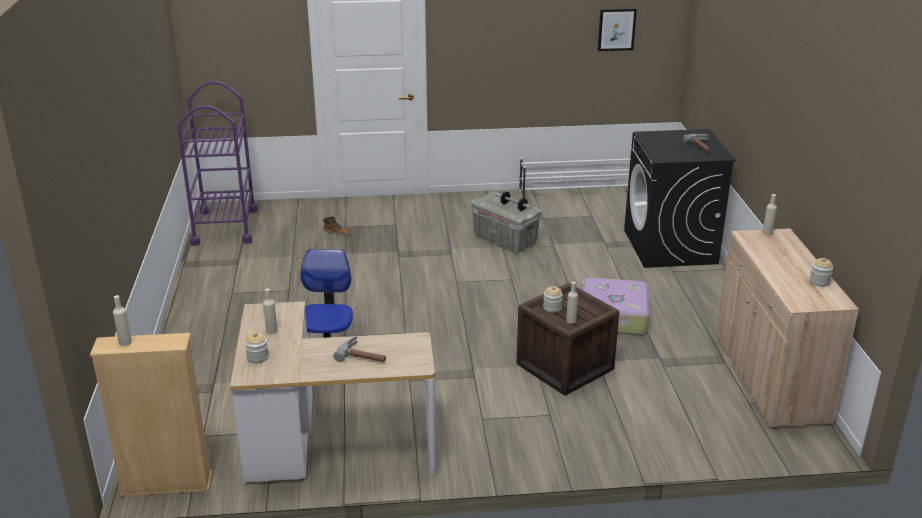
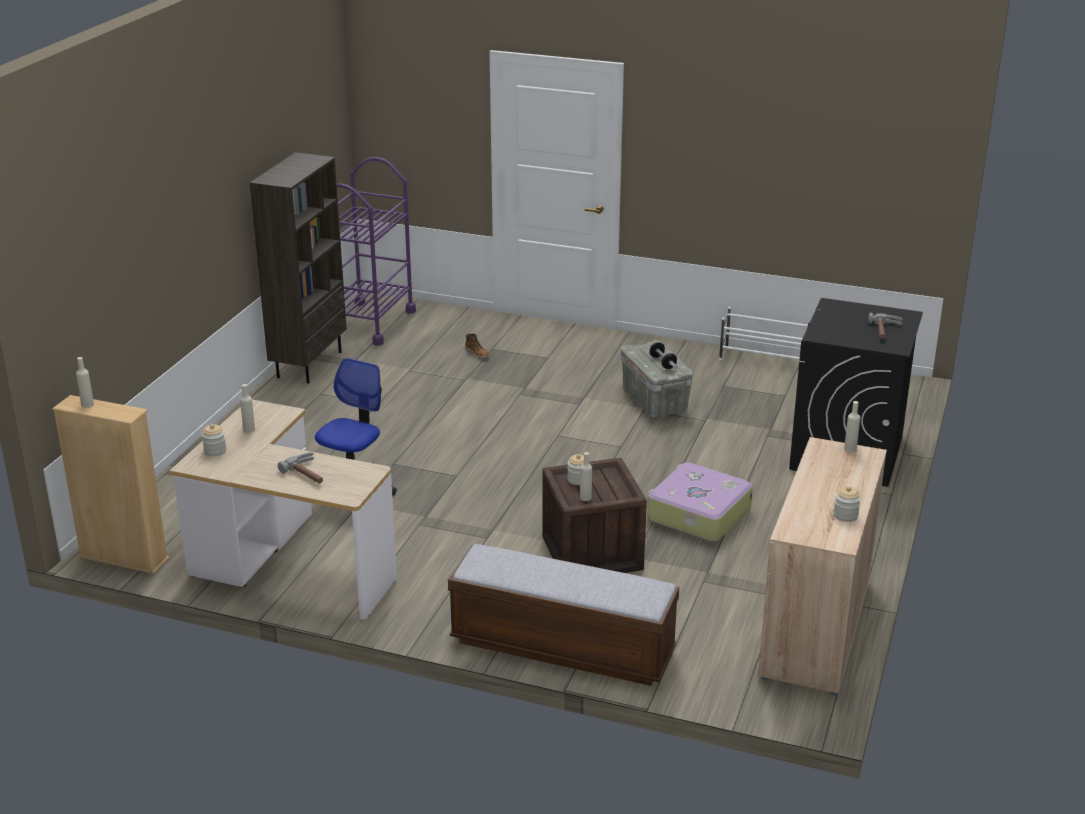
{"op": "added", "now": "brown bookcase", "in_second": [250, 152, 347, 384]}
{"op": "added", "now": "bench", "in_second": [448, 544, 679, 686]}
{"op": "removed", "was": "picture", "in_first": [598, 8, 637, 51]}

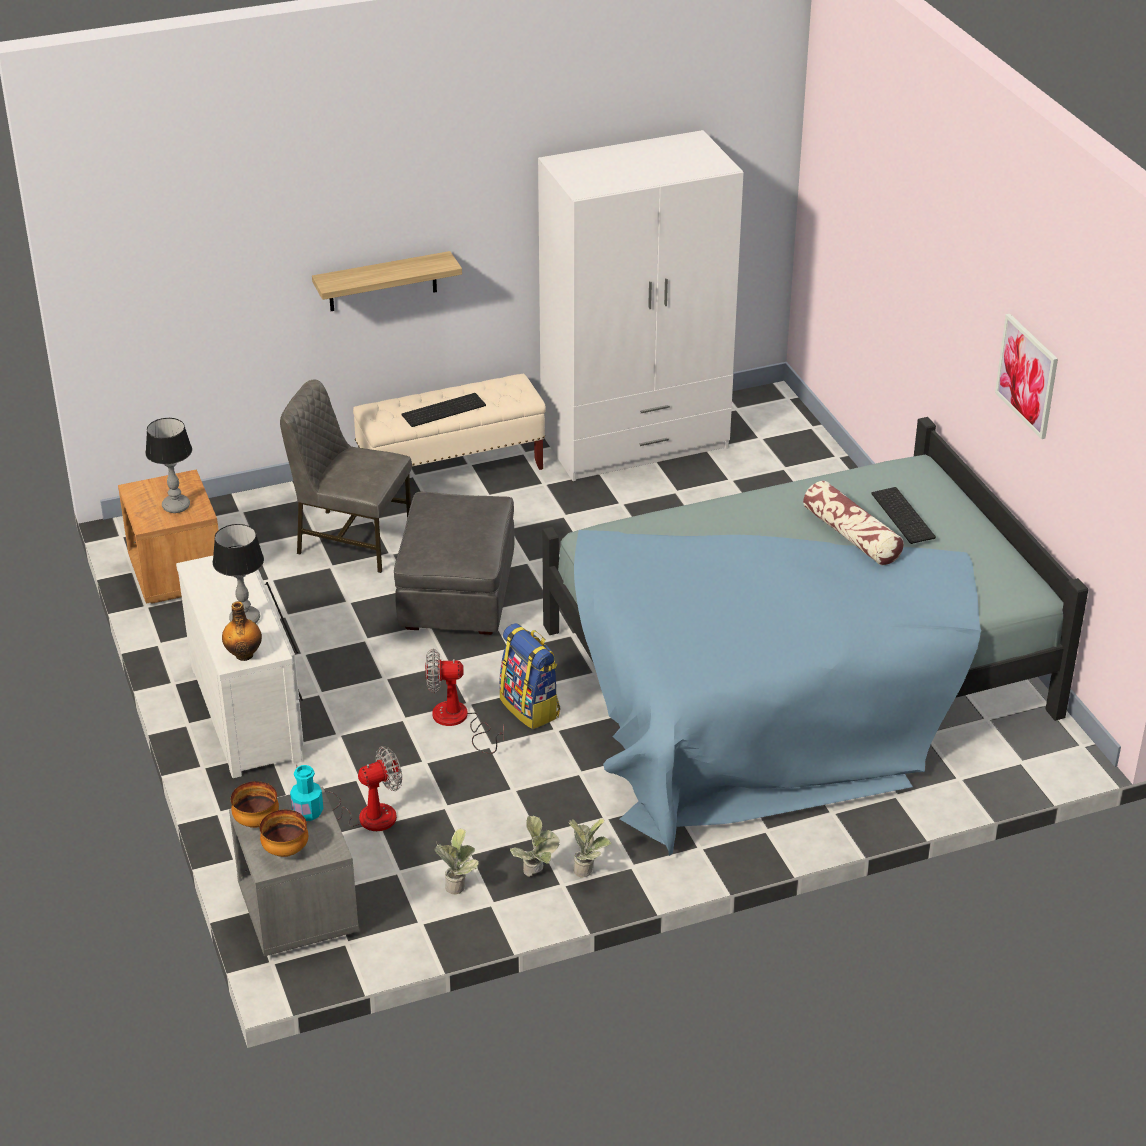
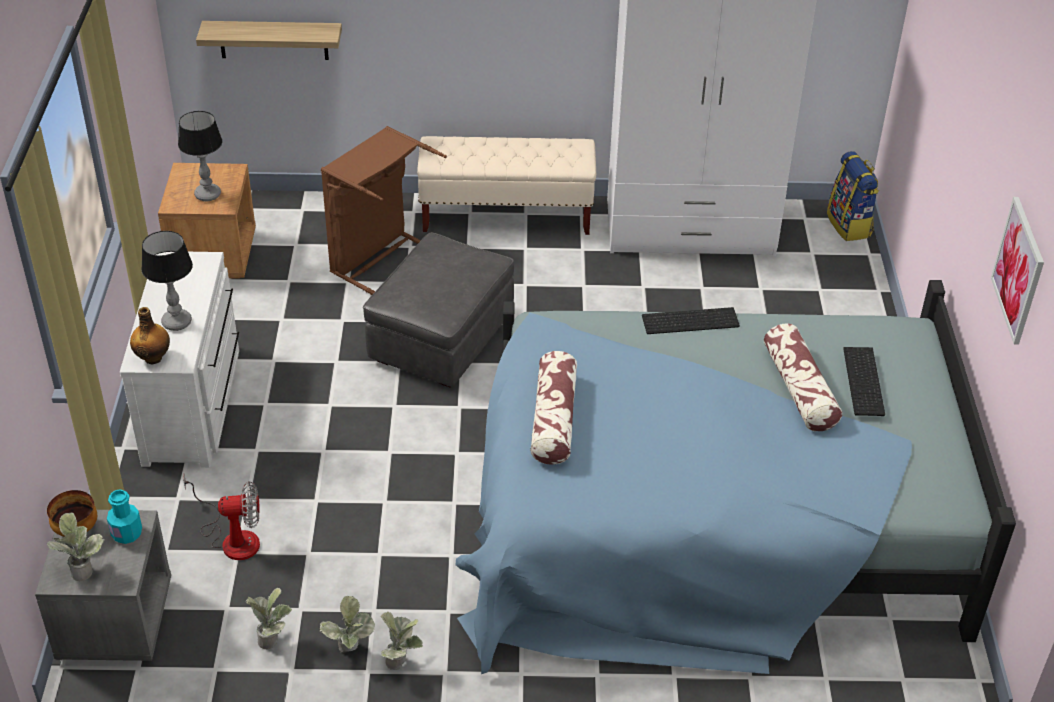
{"op": "replaced", "was": "bowl", "now": "potted plant", "in_first": [260, 810, 308, 857], "in_second": [47, 513, 104, 581]}
{"op": "moved", "was": "shelf", "in_first": [312, 251, 462, 311], "in_second": [196, 21, 342, 60]}
{"op": "replaced", "was": "grey chair", "now": "brown laundry basket", "in_first": [280, 380, 412, 573], "in_second": [321, 126, 447, 295]}
{"op": "added", "now": "pillow", "in_second": [530, 351, 577, 465]}
{"op": "moved", "was": "keyboard", "in_first": [402, 393, 486, 427], "in_second": [642, 307, 740, 334]}
{"op": "moved", "was": "backpack", "in_first": [499, 623, 560, 729], "in_second": [827, 151, 879, 241]}
{"op": "removed", "was": "fan", "in_first": [425, 649, 504, 754]}

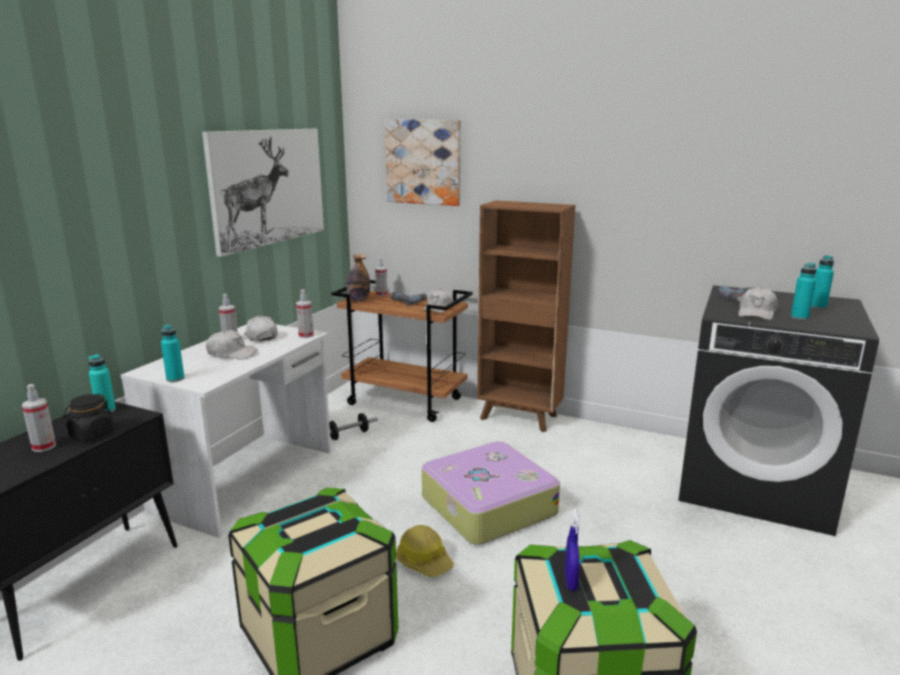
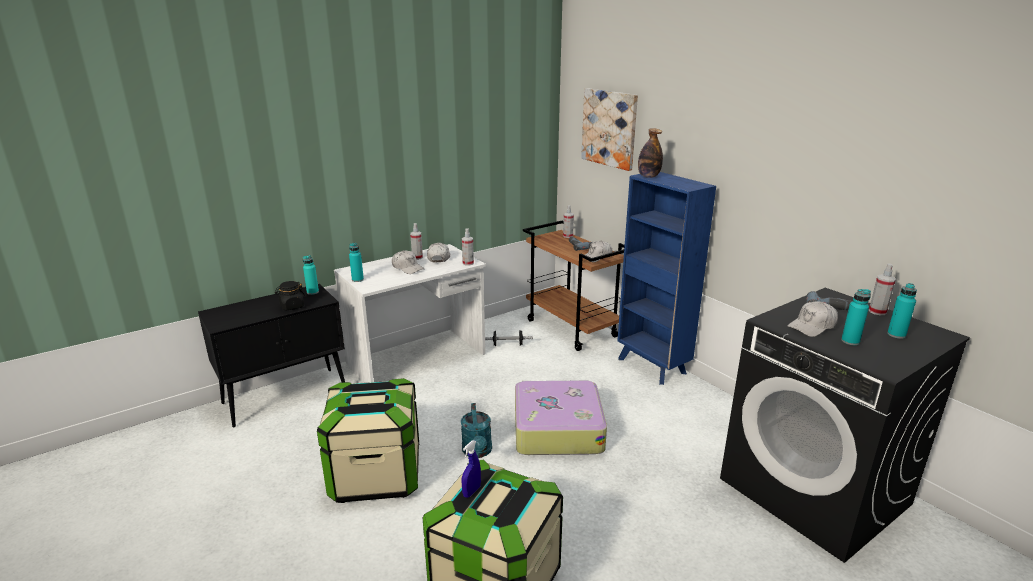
{"op": "replaced", "was": "hard hat", "now": "turquoise watering can", "in_first": [396, 525, 454, 577], "in_second": [461, 403, 492, 458]}
{"op": "recoloured", "was": "brown bookcase", "now": "blue bookcase", "in_first": [477, 200, 575, 432], "in_second": [617, 172, 716, 385]}
{"op": "moved", "was": "bottle", "in_first": [347, 254, 370, 301], "in_second": [638, 128, 663, 178]}
{"op": "moved", "was": "spray bottle", "in_first": [22, 384, 56, 452], "in_second": [869, 263, 896, 315]}
{"op": "removed", "was": "picture", "in_first": [202, 129, 324, 257]}

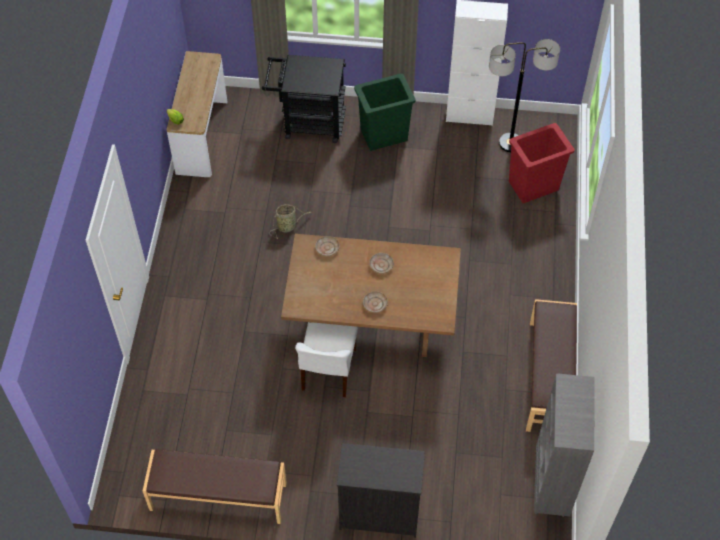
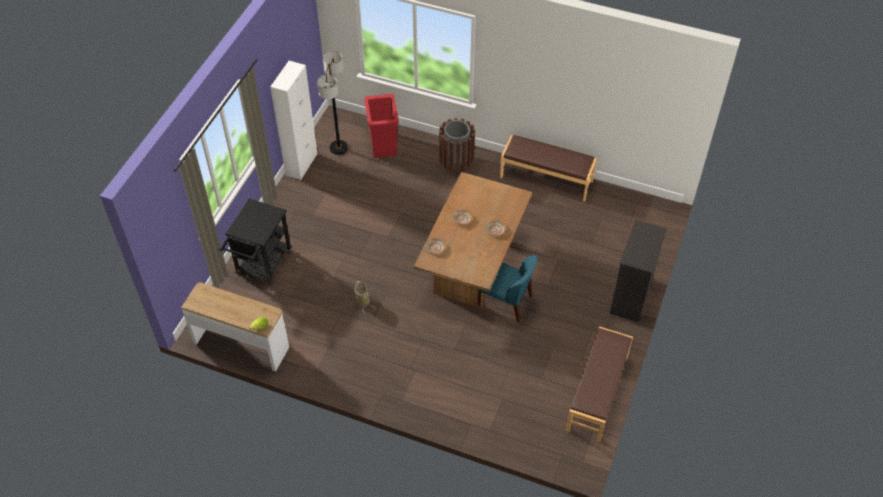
{"op": "added", "now": "brown trash can", "in_second": [439, 118, 475, 173]}
{"op": "recoloured", "was": "white chair", "now": "blue chair", "in_first": [295, 322, 358, 397], "in_second": [478, 255, 538, 322]}
{"op": "removed", "was": "green trash can", "in_first": [354, 74, 416, 151]}
{"op": "removed", "was": "grey bookcase", "in_first": [534, 373, 595, 517]}

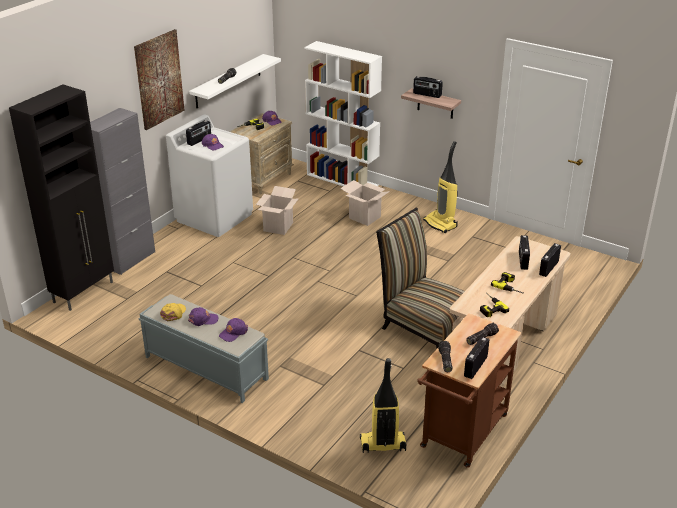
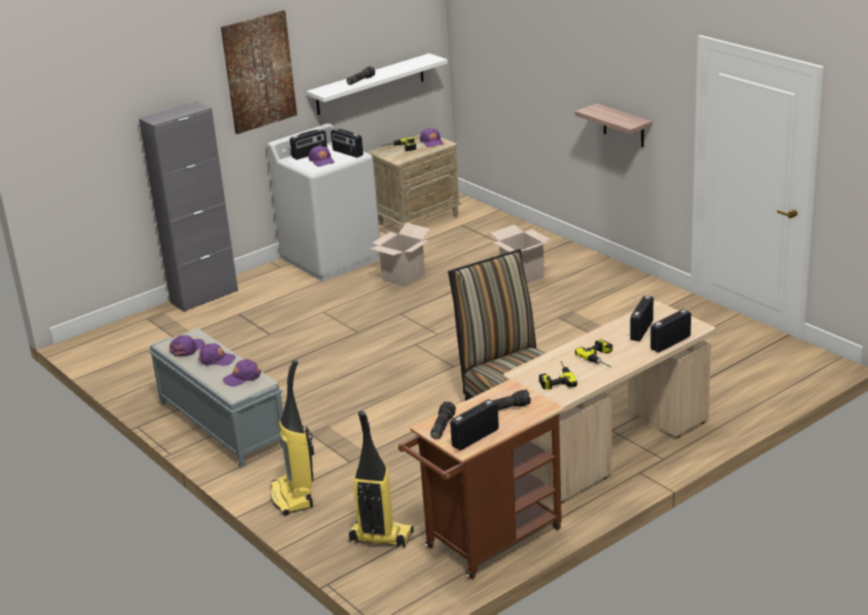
{"op": "recoloured", "was": "yellow cap", "now": "purple cap", "in_first": [160, 303, 186, 322], "in_second": [169, 335, 205, 356]}
{"op": "moved", "was": "vacuum cleaner", "in_first": [423, 141, 458, 233], "in_second": [270, 360, 314, 516]}
{"op": "moved", "was": "radio", "in_first": [413, 76, 443, 98], "in_second": [331, 128, 363, 158]}
{"op": "removed", "was": "black cabinet", "in_first": [9, 85, 114, 311]}
{"op": "removed", "was": "white bookcase", "in_first": [304, 41, 382, 186]}

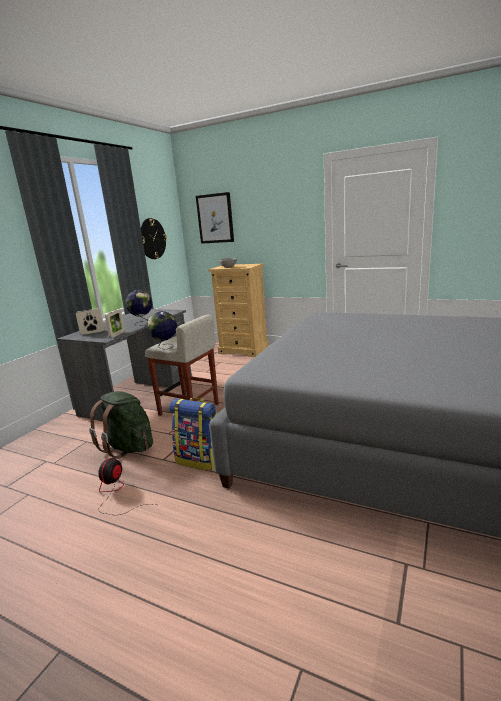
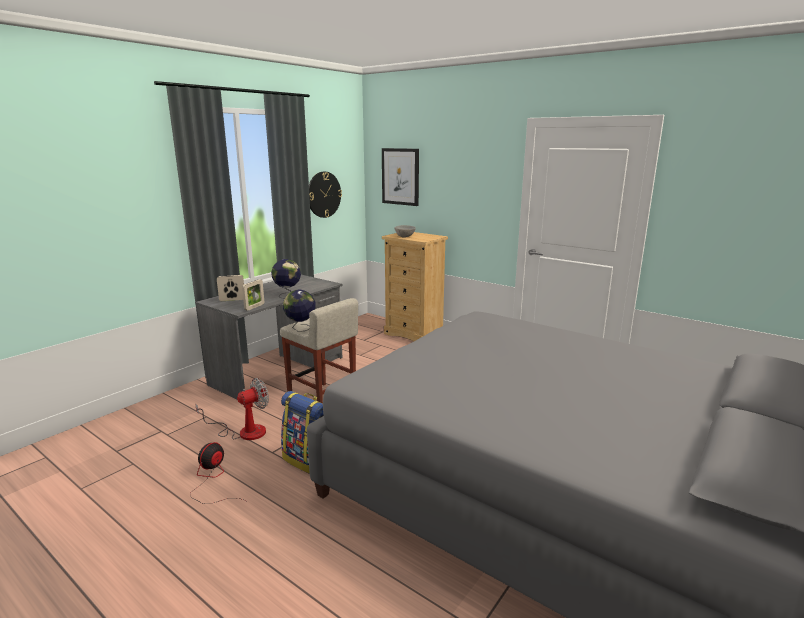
{"op": "replaced", "was": "green backpack", "now": "fan", "in_first": [89, 391, 153, 459], "in_second": [195, 378, 269, 440]}

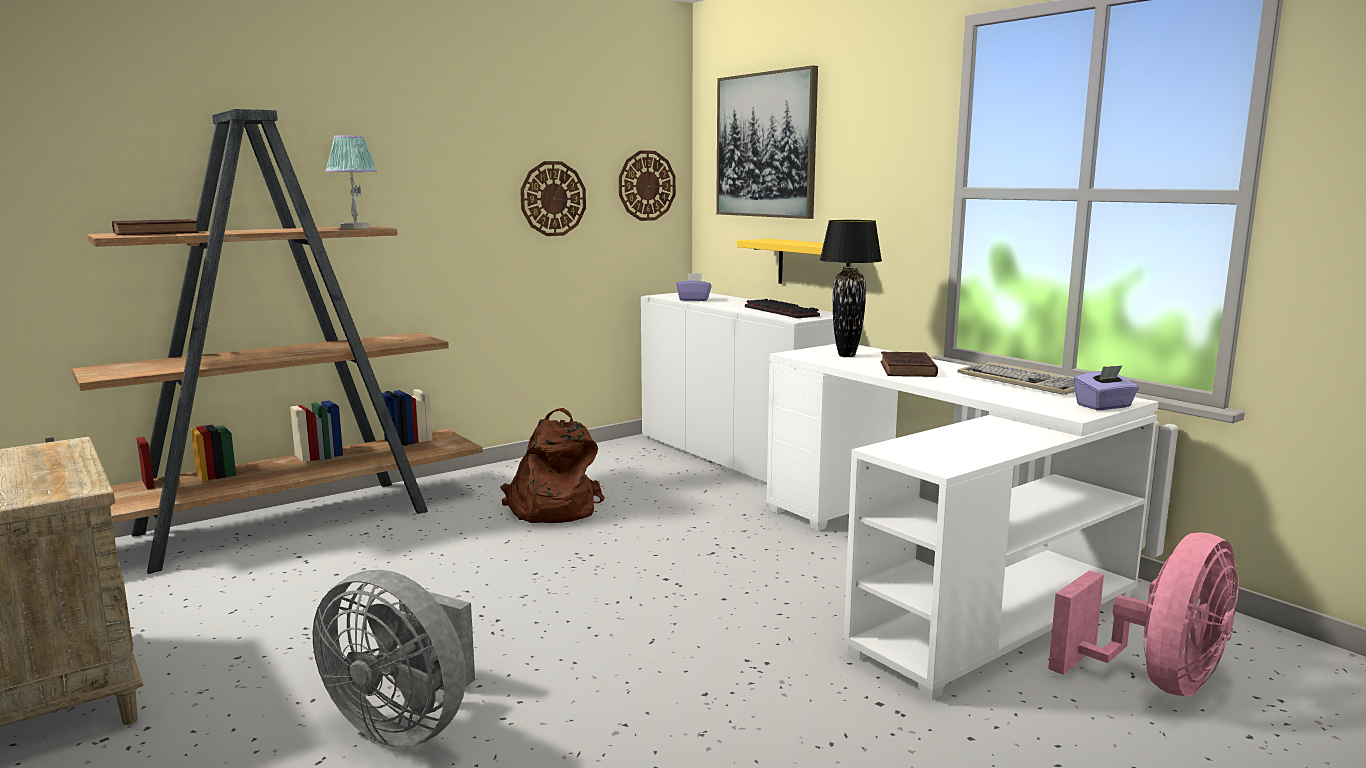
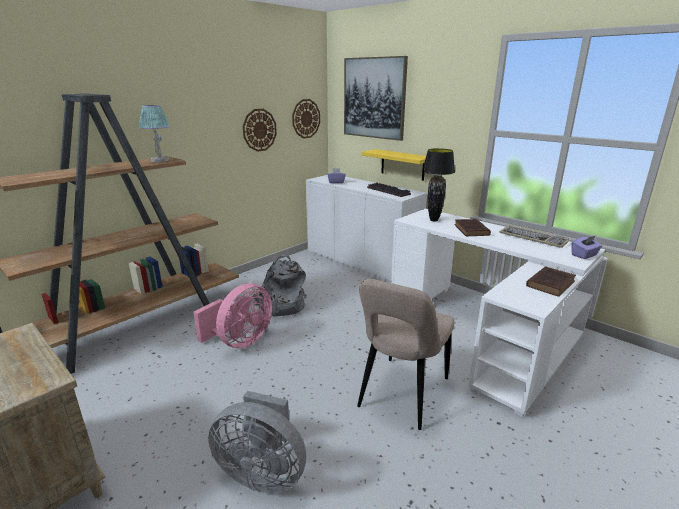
{"op": "moved", "was": "pink fan", "in_first": [1048, 532, 1239, 697], "in_second": [193, 283, 272, 348]}
{"op": "recoloured", "was": "brown backpack", "now": "grey backpack", "in_first": [500, 408, 605, 523], "in_second": [253, 254, 307, 316]}
{"op": "added", "now": "beige chair", "in_second": [357, 278, 454, 430]}
{"op": "moved", "was": "brown book", "in_first": [112, 219, 199, 235], "in_second": [526, 266, 576, 297]}

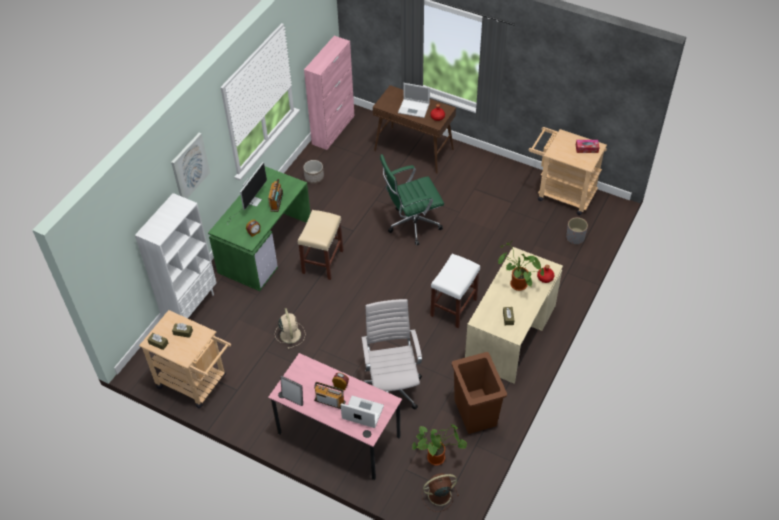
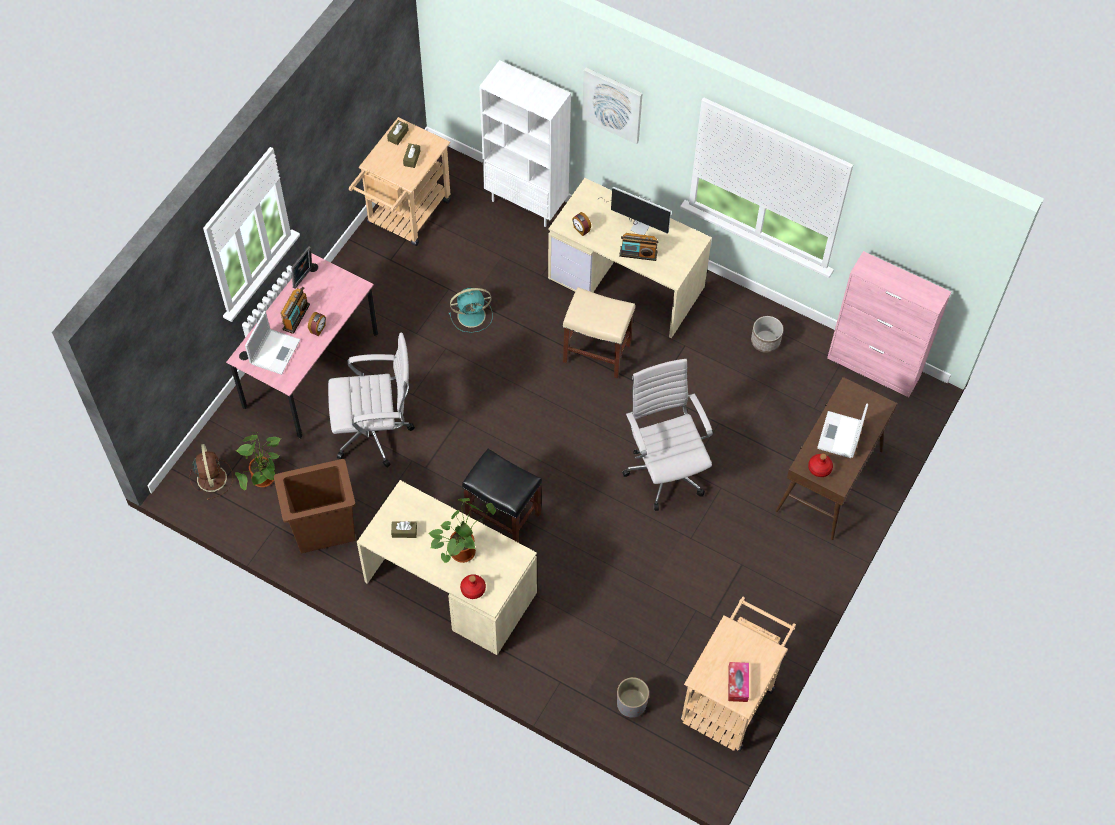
{"op": "recoloured", "was": "beige fan", "now": "turquoise fan", "in_first": [275, 308, 305, 349], "in_second": [449, 287, 493, 333]}
{"op": "recoloured", "was": "white stool", "now": "black stool", "in_first": [430, 254, 480, 328], "in_second": [462, 449, 542, 543]}
{"op": "recoloured", "was": "green desk", "now": "beige desk", "in_first": [208, 166, 311, 291], "in_second": [548, 178, 712, 338]}
{"op": "recoloured", "was": "green office chair", "now": "white office chair", "in_first": [380, 154, 444, 246], "in_second": [622, 359, 713, 511]}

